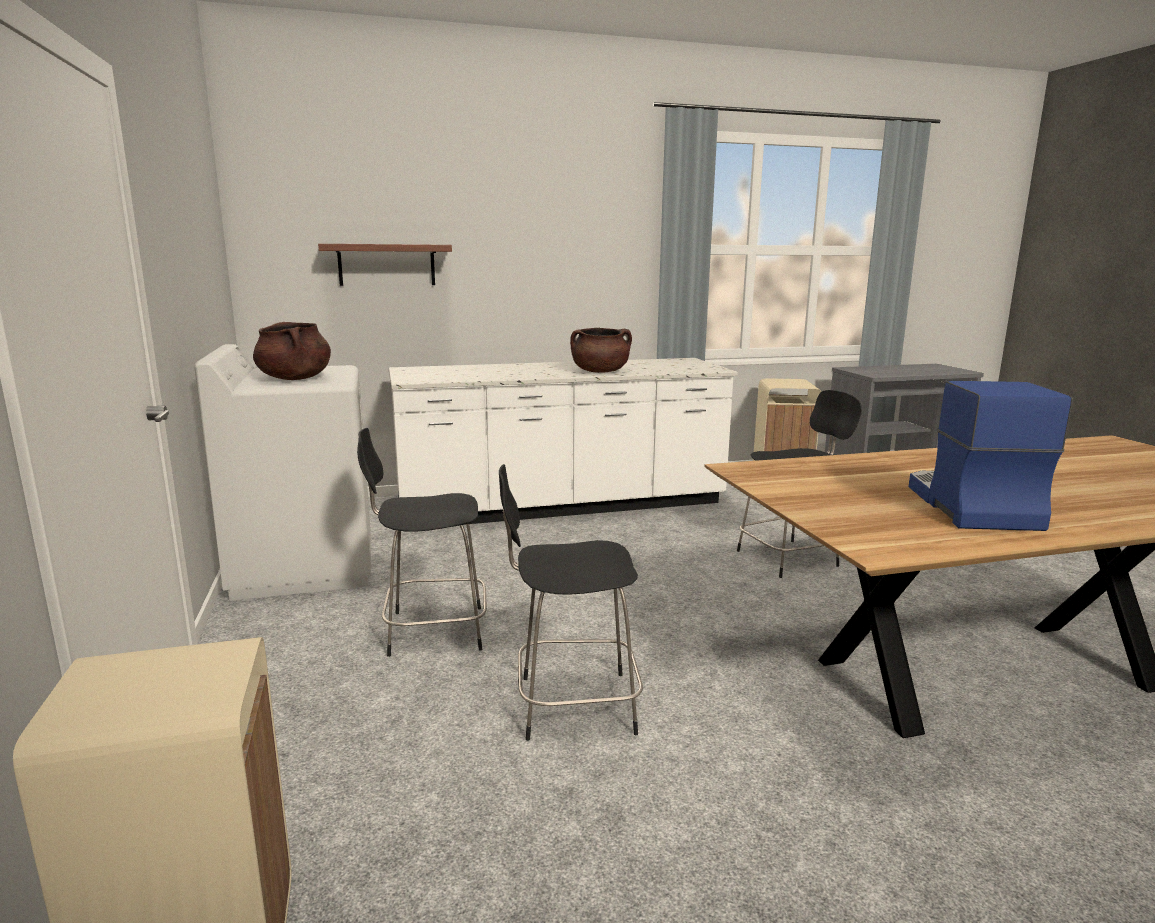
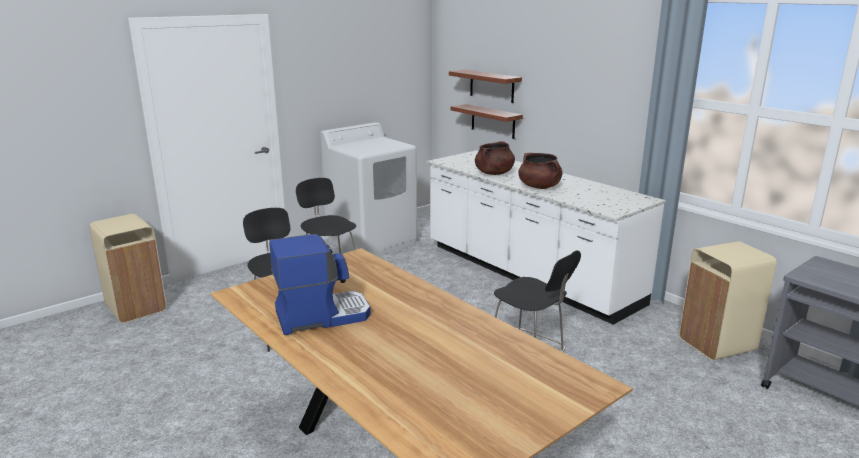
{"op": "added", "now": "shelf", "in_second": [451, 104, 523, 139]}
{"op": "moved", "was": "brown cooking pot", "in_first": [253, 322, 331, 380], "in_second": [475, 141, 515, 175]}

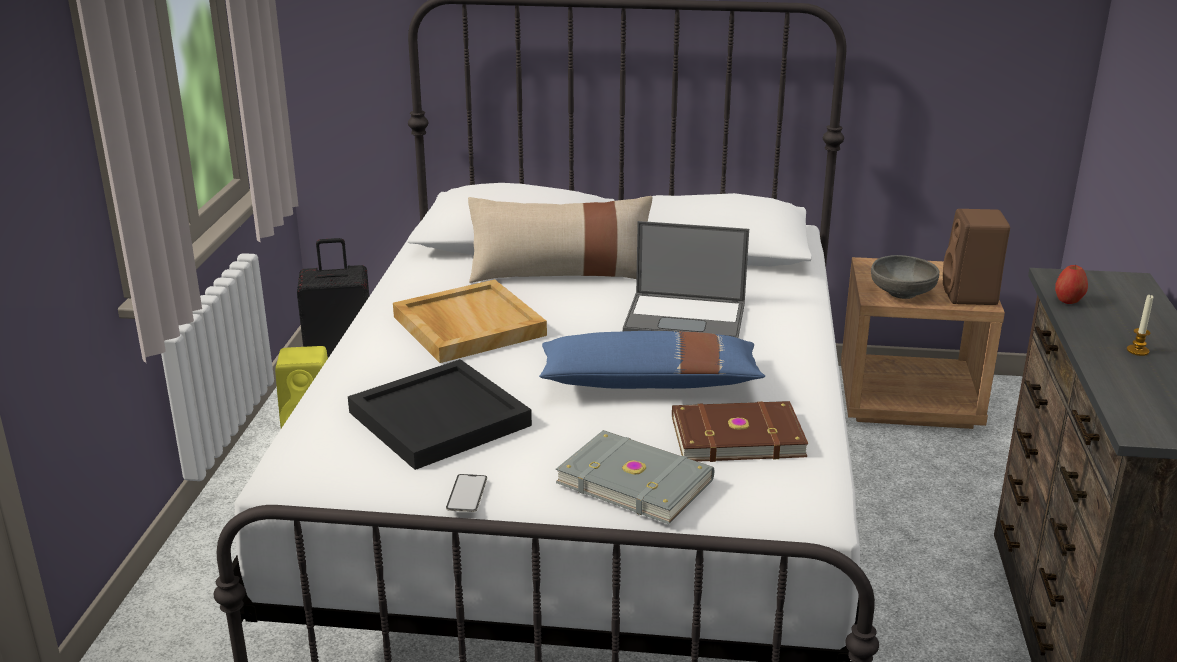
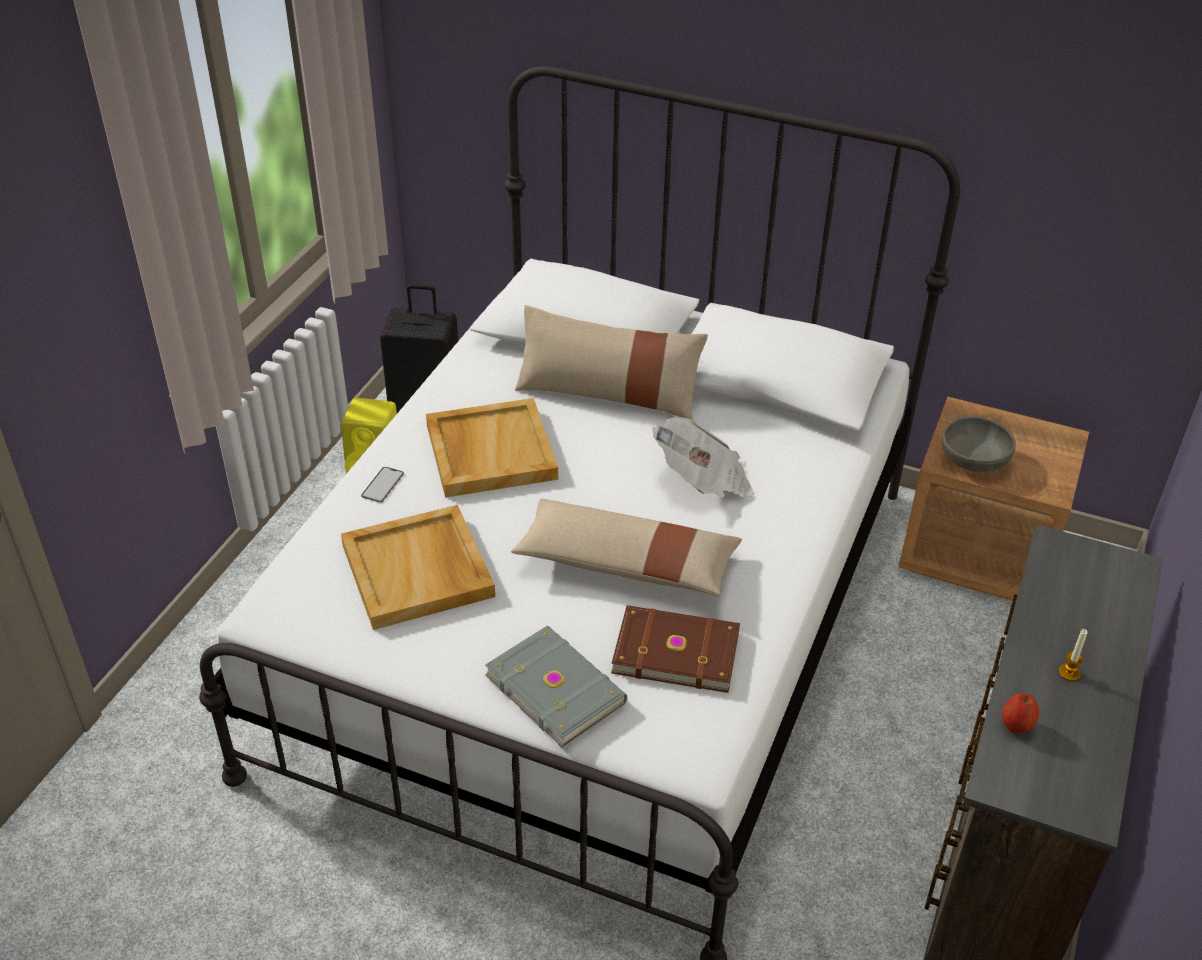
{"op": "recoloured", "was": "black tray", "now": "beige tray", "in_first": [348, 359, 532, 470], "in_second": [341, 505, 495, 630]}
{"op": "moved", "was": "phone", "in_first": [446, 474, 487, 512], "in_second": [361, 467, 404, 503]}
{"op": "recoloured", "was": "blue pillow", "now": "beige pillow", "in_first": [539, 331, 765, 389], "in_second": [511, 499, 742, 596]}
{"op": "replaced", "was": "laptop", "now": "newspaper", "in_first": [623, 221, 749, 338], "in_second": [652, 417, 755, 498]}
{"op": "moved", "was": "apple", "in_first": [1055, 265, 1088, 304], "in_second": [1002, 693, 1039, 734]}
{"op": "removed", "was": "brown speaker", "in_first": [943, 209, 1010, 305]}

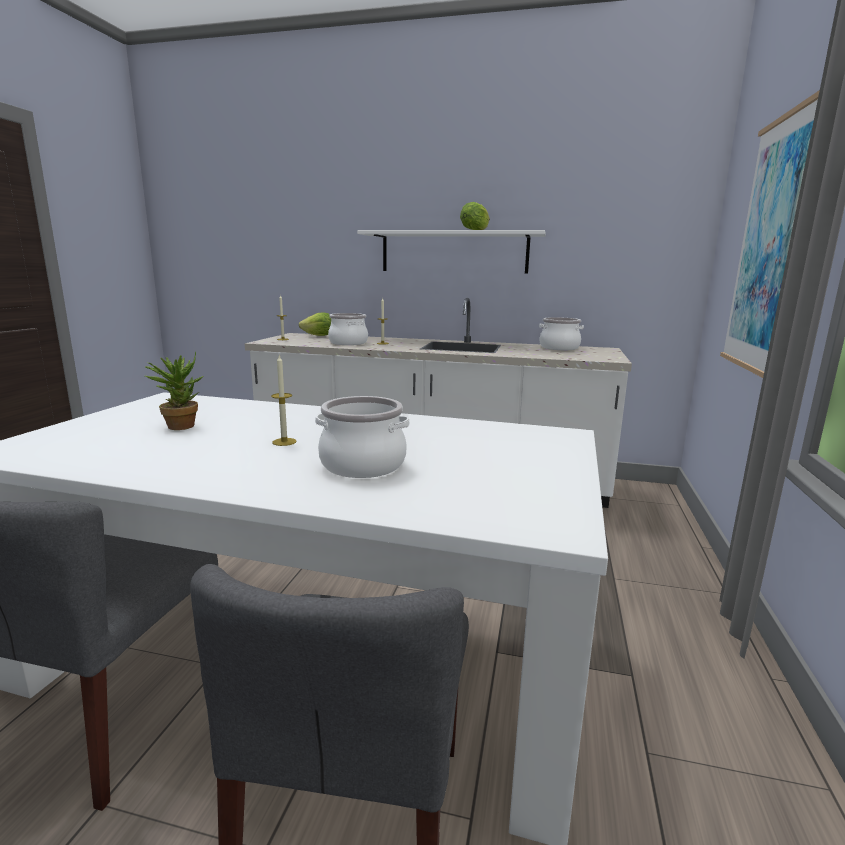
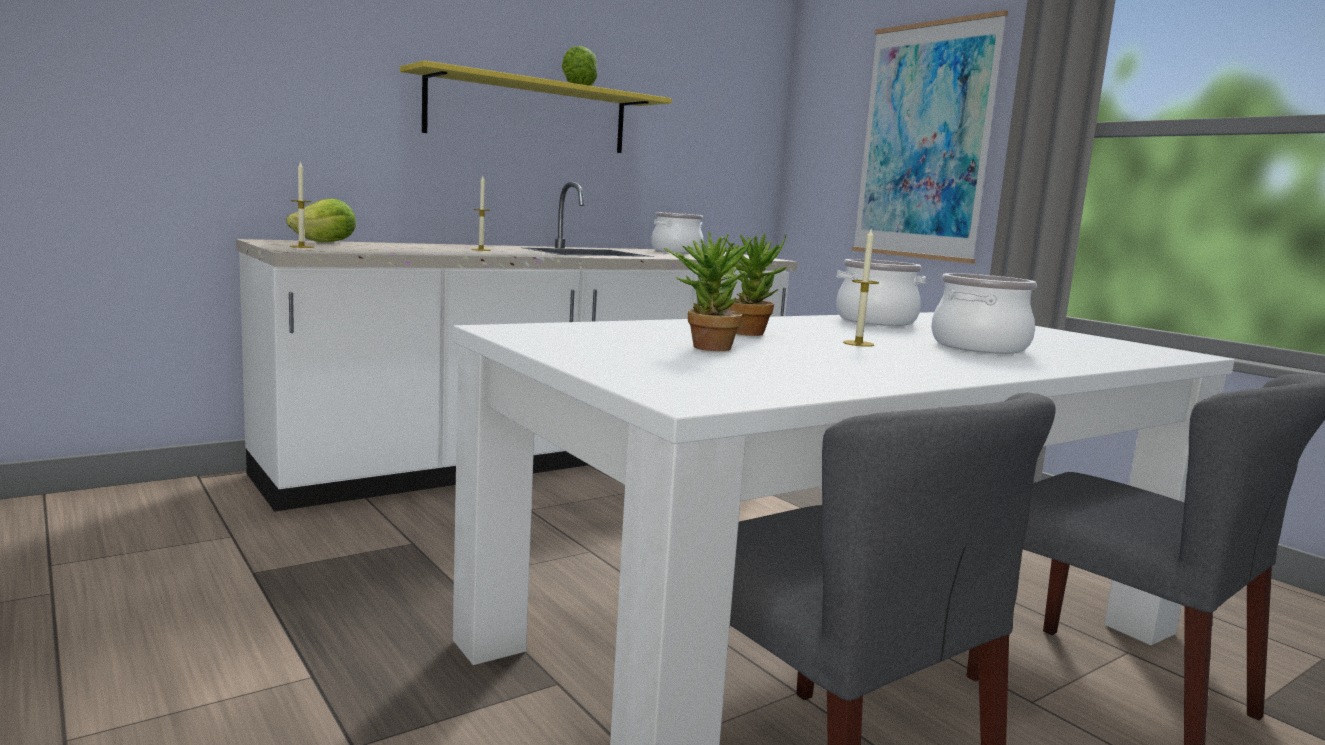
{"op": "recoloured", "was": "white shelf", "now": "yellow shelf", "in_first": [357, 230, 546, 274], "in_second": [400, 60, 672, 153]}
{"op": "added", "now": "potted plant", "in_second": [723, 234, 788, 336]}
{"op": "moved", "was": "cooking pot", "in_first": [328, 313, 368, 345], "in_second": [836, 259, 926, 326]}

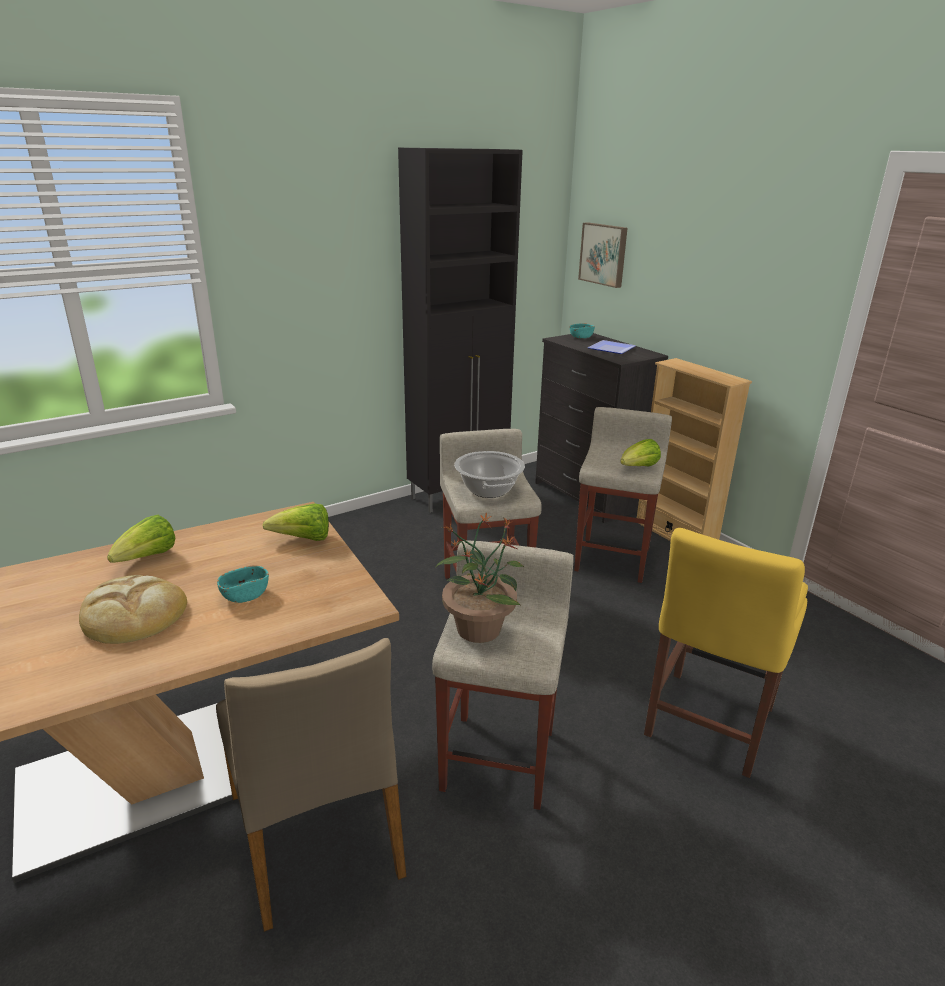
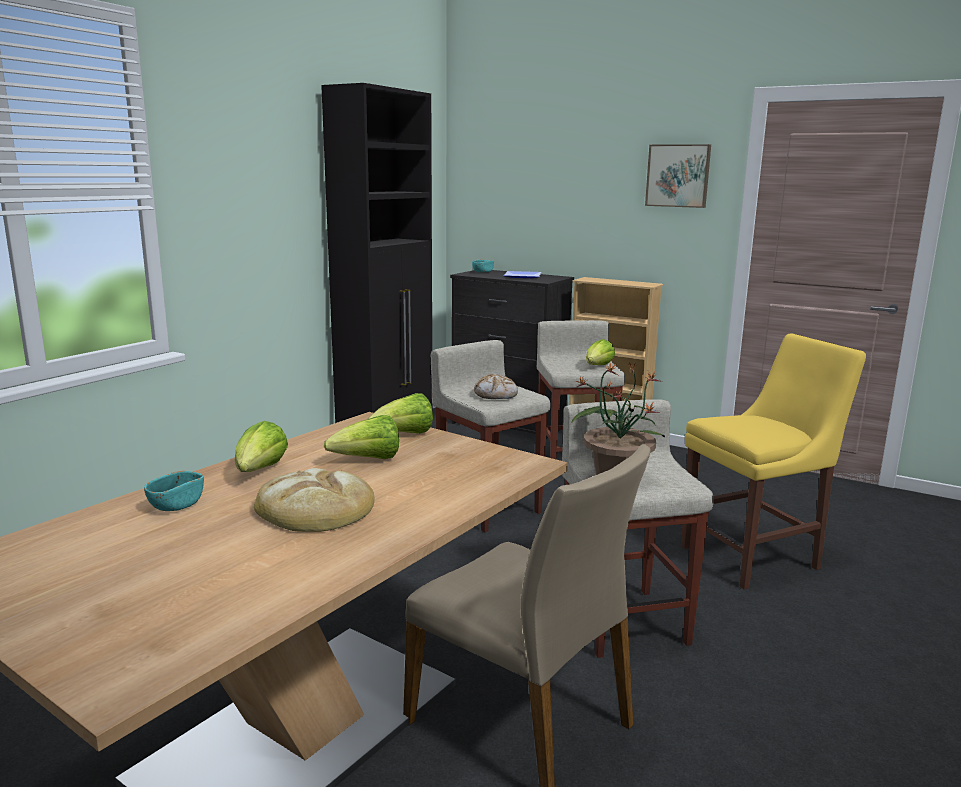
{"op": "moved", "was": "turquoise bowl", "in_first": [217, 565, 269, 603], "in_second": [144, 471, 204, 511]}
{"op": "added", "now": "lettuce", "in_second": [324, 415, 399, 459]}
{"op": "replaced", "was": "cooking pot", "now": "bread", "in_first": [454, 451, 525, 498], "in_second": [474, 374, 518, 399]}
{"op": "moved", "was": "picture", "in_first": [578, 222, 628, 288], "in_second": [645, 144, 711, 208]}
{"op": "turned", "was": "yellow chair", "in_first": [644, 528, 808, 778], "in_second": [681, 334, 866, 589], "clockwise": -120}

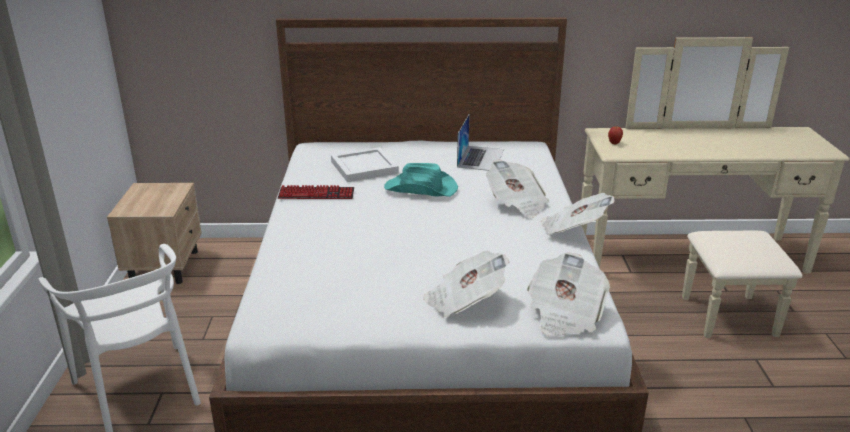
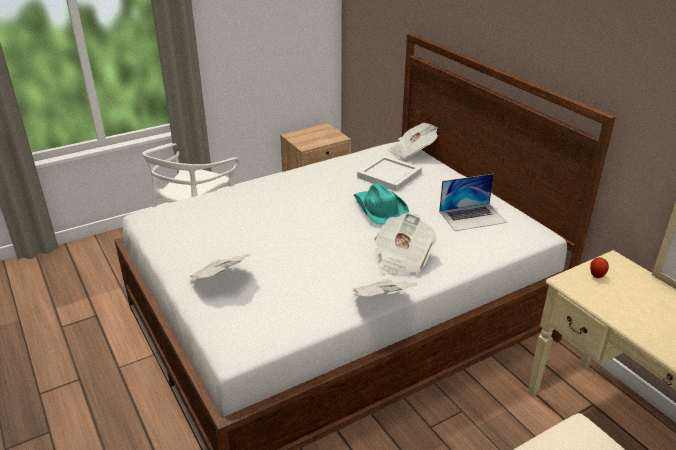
{"op": "moved", "was": "newspaper", "in_first": [527, 252, 610, 337], "in_second": [388, 123, 438, 159]}
{"op": "removed", "was": "keyboard", "in_first": [278, 185, 354, 199]}

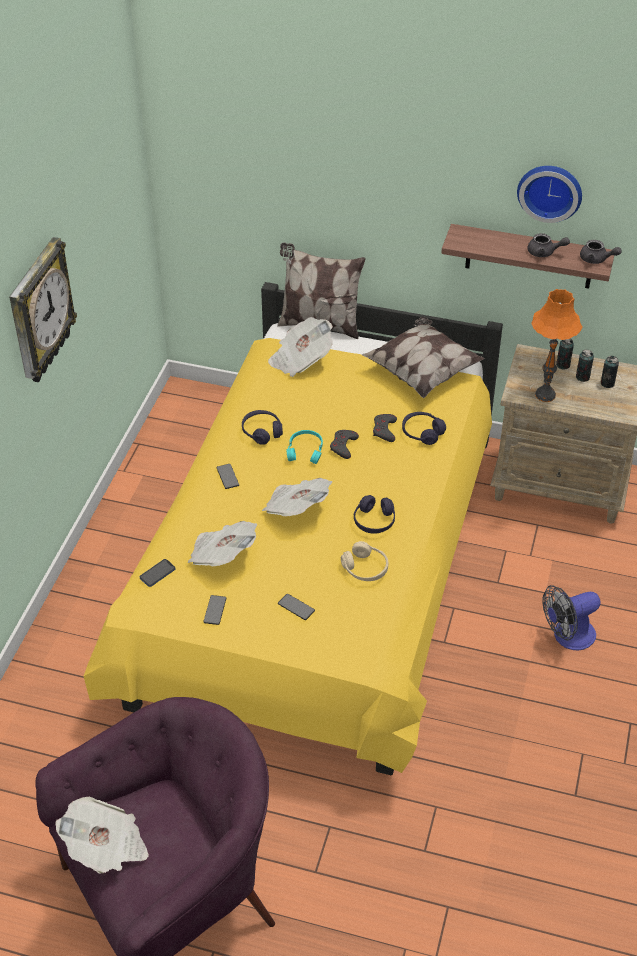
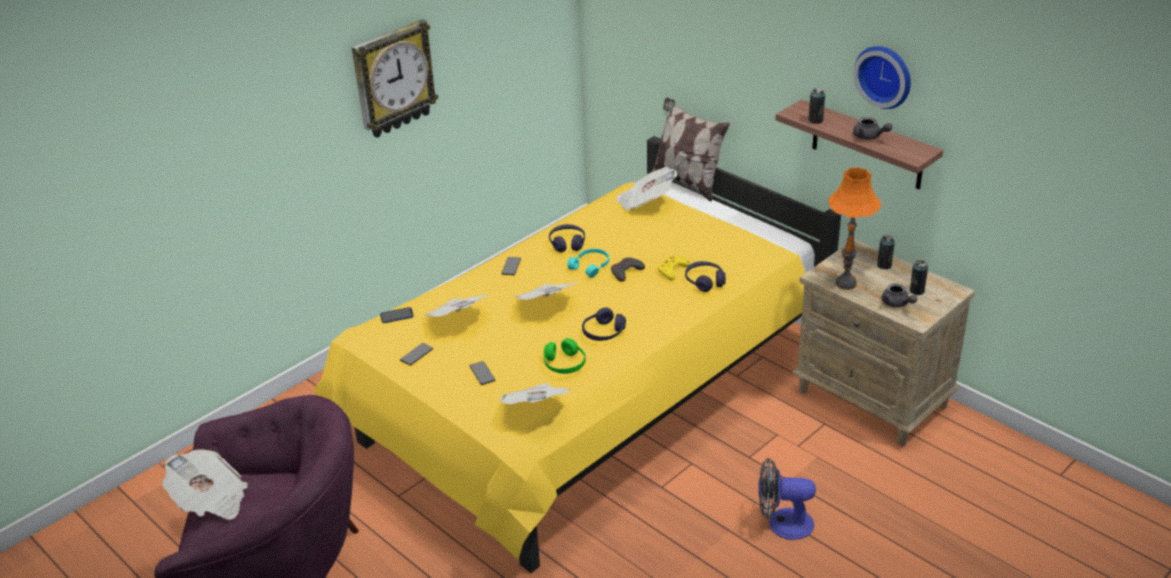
{"op": "added", "now": "newspaper", "in_second": [499, 383, 570, 404]}
{"op": "recoloured", "was": "beige headphones", "now": "green headphones", "in_first": [341, 541, 388, 581], "in_second": [544, 338, 586, 374]}
{"op": "recoloured", "was": "grey game controller", "now": "yellow game controller", "in_first": [373, 414, 397, 442], "in_second": [658, 256, 690, 280]}
{"op": "moved", "was": "can", "in_first": [576, 349, 594, 382], "in_second": [808, 88, 825, 124]}
{"op": "moved", "was": "grey teapot", "in_first": [580, 240, 622, 264], "in_second": [882, 283, 917, 308]}
{"op": "removed", "was": "pillow", "in_first": [362, 317, 485, 398]}

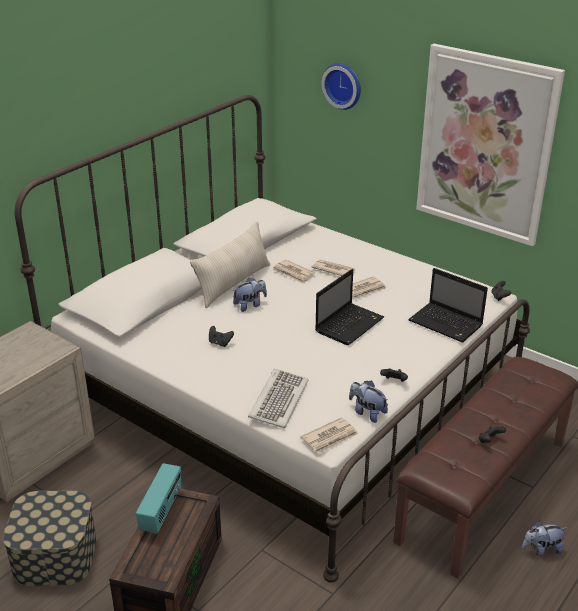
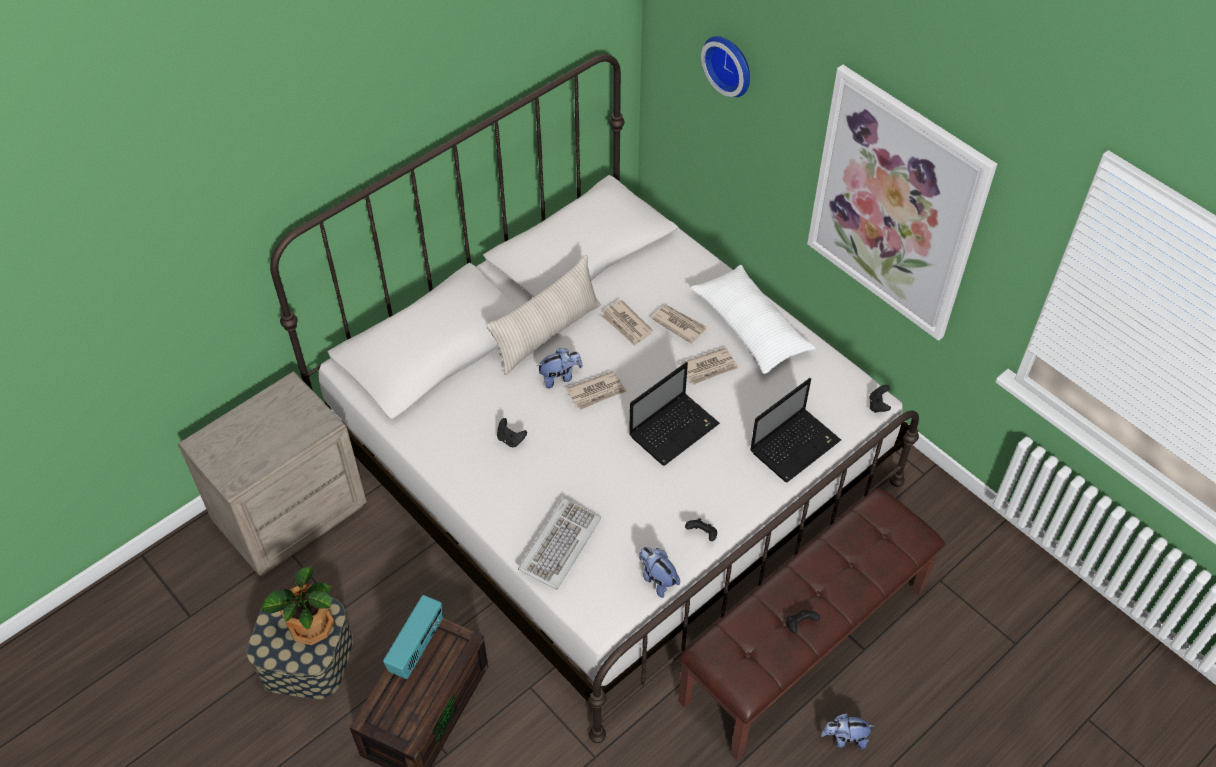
{"op": "added", "now": "potted plant", "in_second": [261, 566, 334, 645]}
{"op": "moved", "was": "newspaper", "in_first": [300, 417, 359, 454], "in_second": [566, 371, 627, 410]}
{"op": "added", "now": "white pillow", "in_second": [690, 265, 816, 374]}
{"op": "turned", "was": "laptop", "in_first": [408, 268, 488, 342], "in_second": [750, 378, 841, 482], "clockwise": -90}

